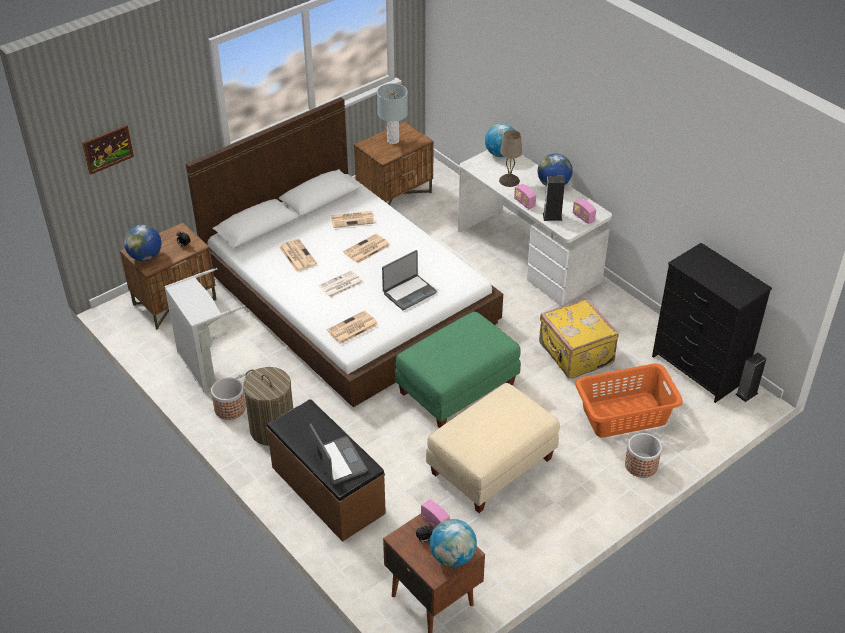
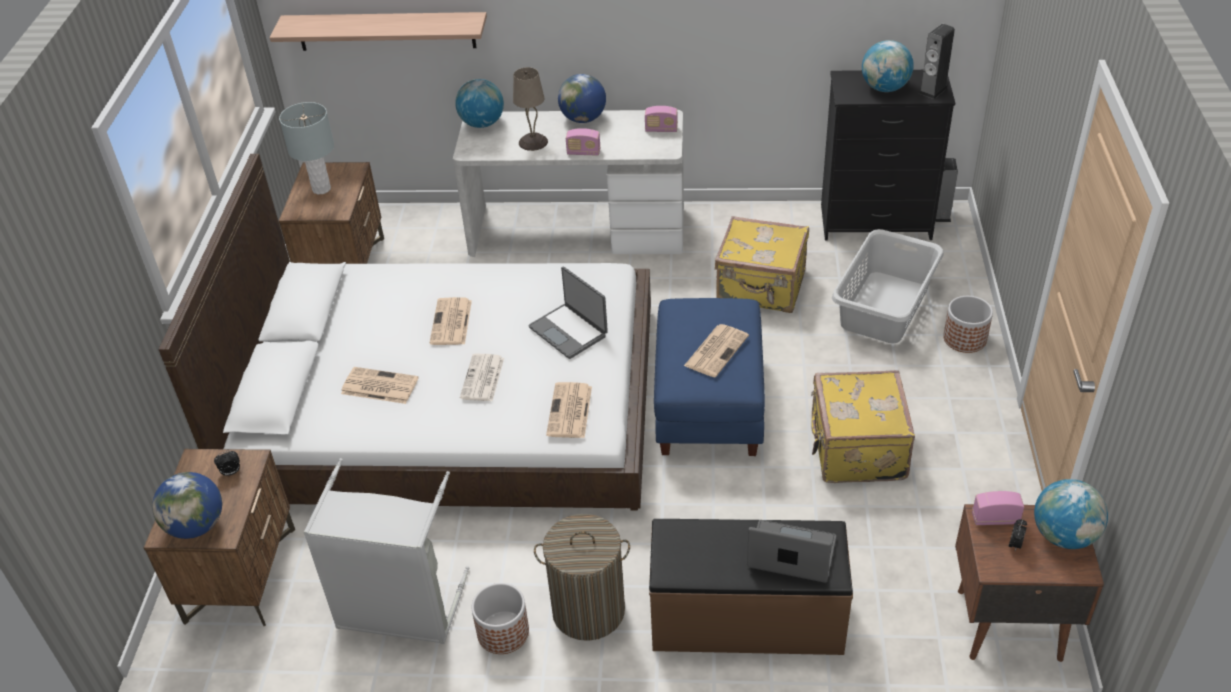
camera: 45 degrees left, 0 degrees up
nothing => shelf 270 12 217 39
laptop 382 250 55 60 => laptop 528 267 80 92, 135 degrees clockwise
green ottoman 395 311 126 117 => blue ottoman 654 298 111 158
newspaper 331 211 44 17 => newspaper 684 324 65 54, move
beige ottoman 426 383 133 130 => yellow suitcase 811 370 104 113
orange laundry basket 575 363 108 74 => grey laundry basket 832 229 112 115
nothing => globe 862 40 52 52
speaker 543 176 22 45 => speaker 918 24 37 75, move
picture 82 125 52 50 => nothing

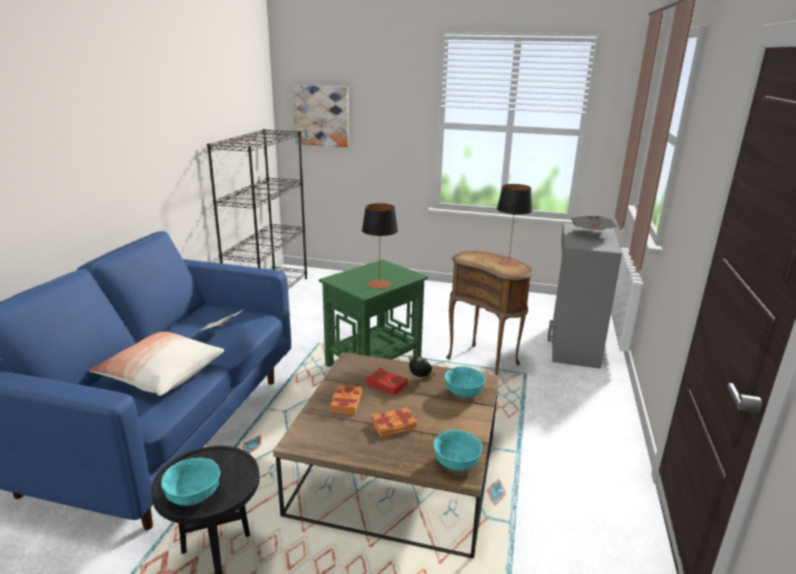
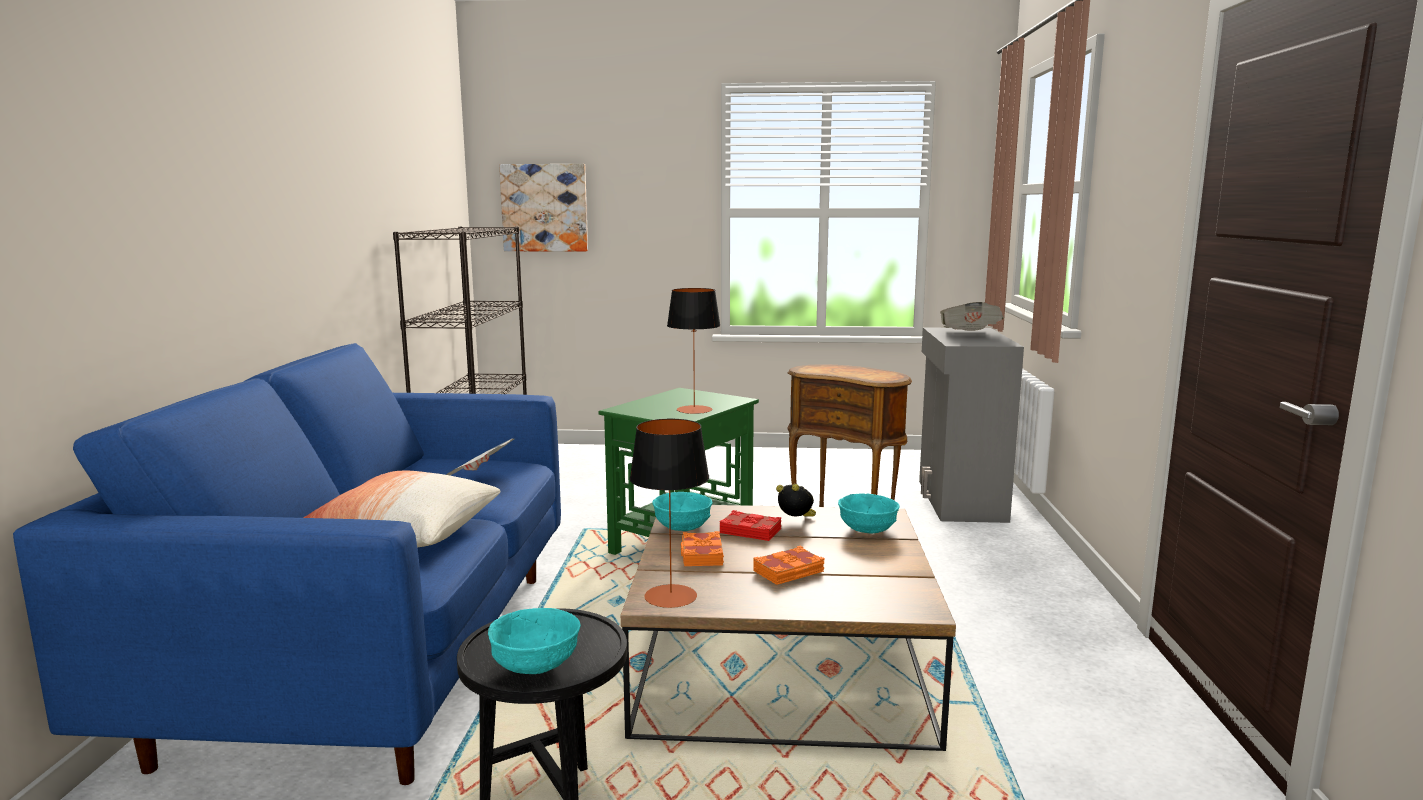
camera: 10 degrees left, 10 degrees down
table lamp 497 184 35 82 => table lamp 630 419 79 189, move
turquoise bowl 433 430 50 41 => turquoise bowl 652 492 61 39, move

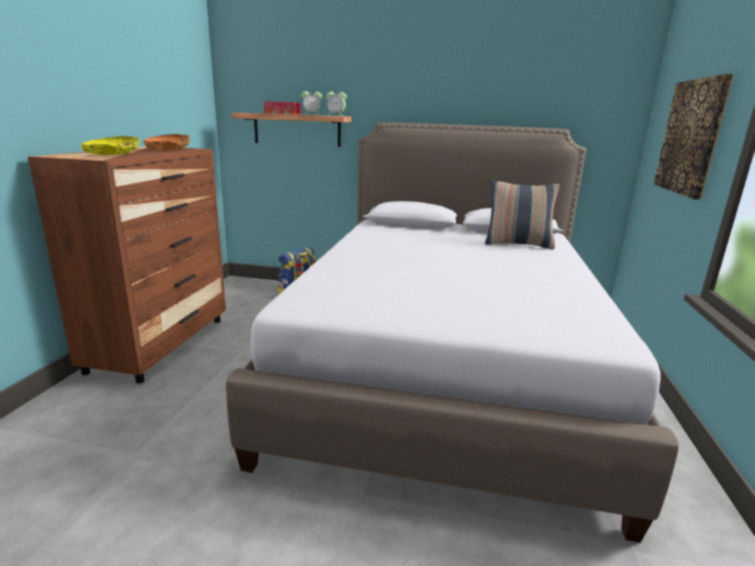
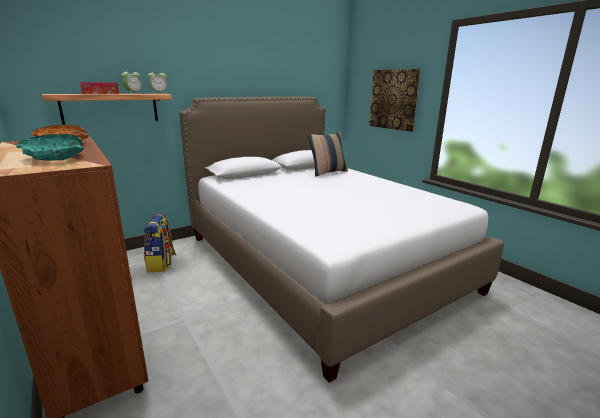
camera: 45 degrees left, 0 degrees up
yellow bowl 81 136 58 19 => turquoise bowl 16 134 68 27

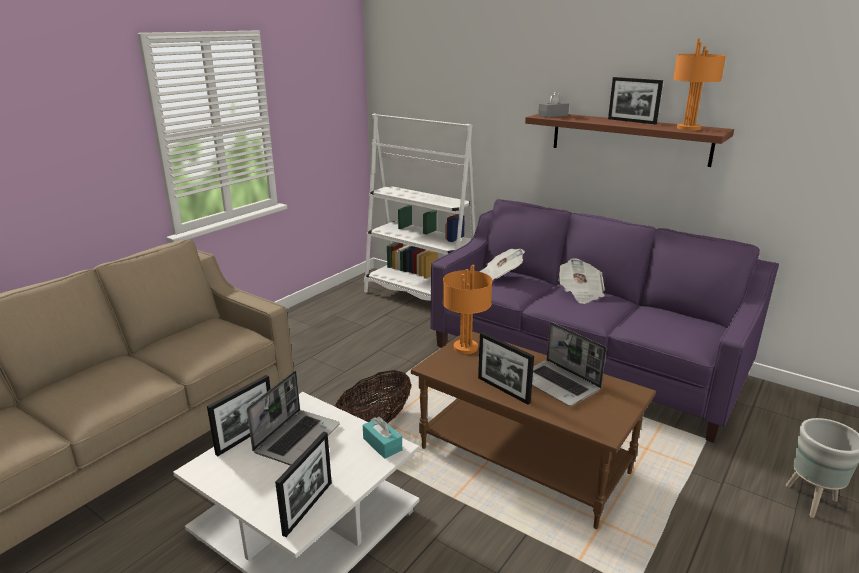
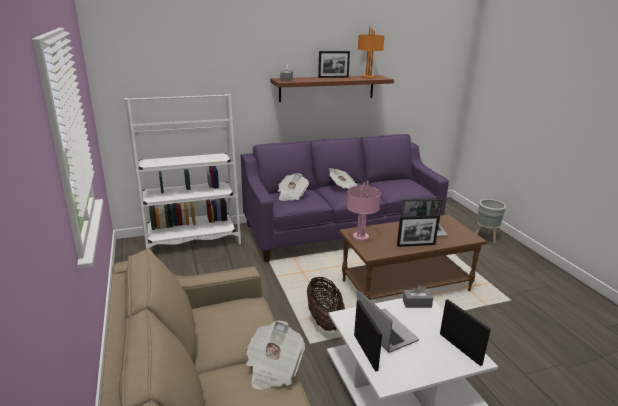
camera: 55 degrees left, 0 degrees up
nothing => newspaper 246 321 59 69
orange table lamp 443 265 50 89 => pink table lamp 347 181 34 61
turquoise tissue box 363 417 39 42 => grey tissue box 403 285 30 23

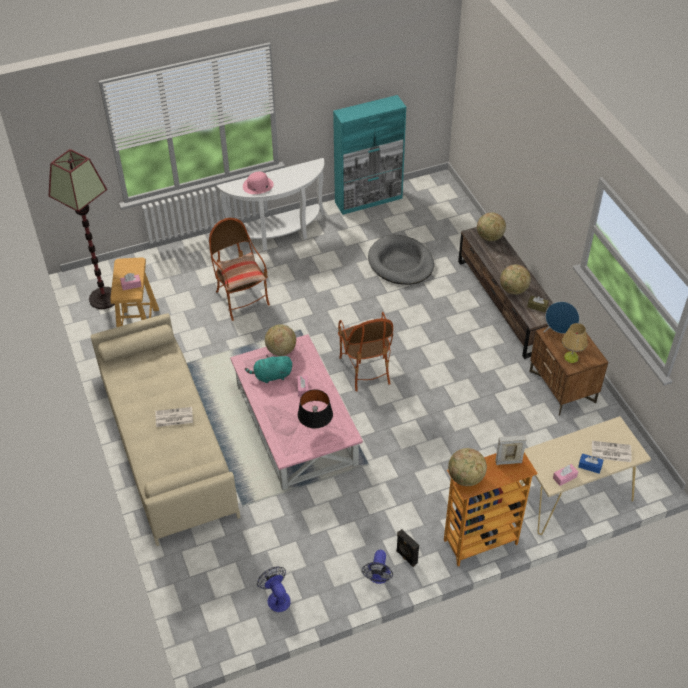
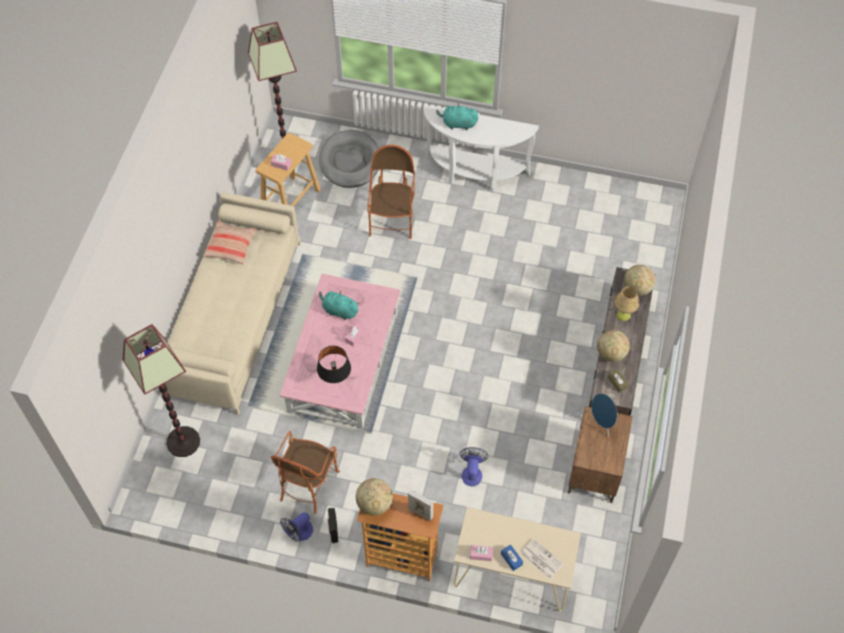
camera: 35 degrees right, 10 degrees up
nothing => floor lamp 123 324 77 133
pillow 215 252 51 38 => pillow 203 222 54 43, move
armchair 338 312 55 80 => armchair 271 431 69 83, move
grey dog bed 368 235 66 50 => grey dog bed 319 130 60 58, move
pink hat 243 172 31 22 => turquoise plush toy 436 103 42 27
fan 257 567 34 45 => fan 459 447 29 39, move
table lamp 562 323 26 40 => table lamp 614 286 25 35, move
newspaper 156 407 37 20 => nothing
globe 265 325 31 31 => nothing
turquoise cabinet 333 95 73 120 => nothing

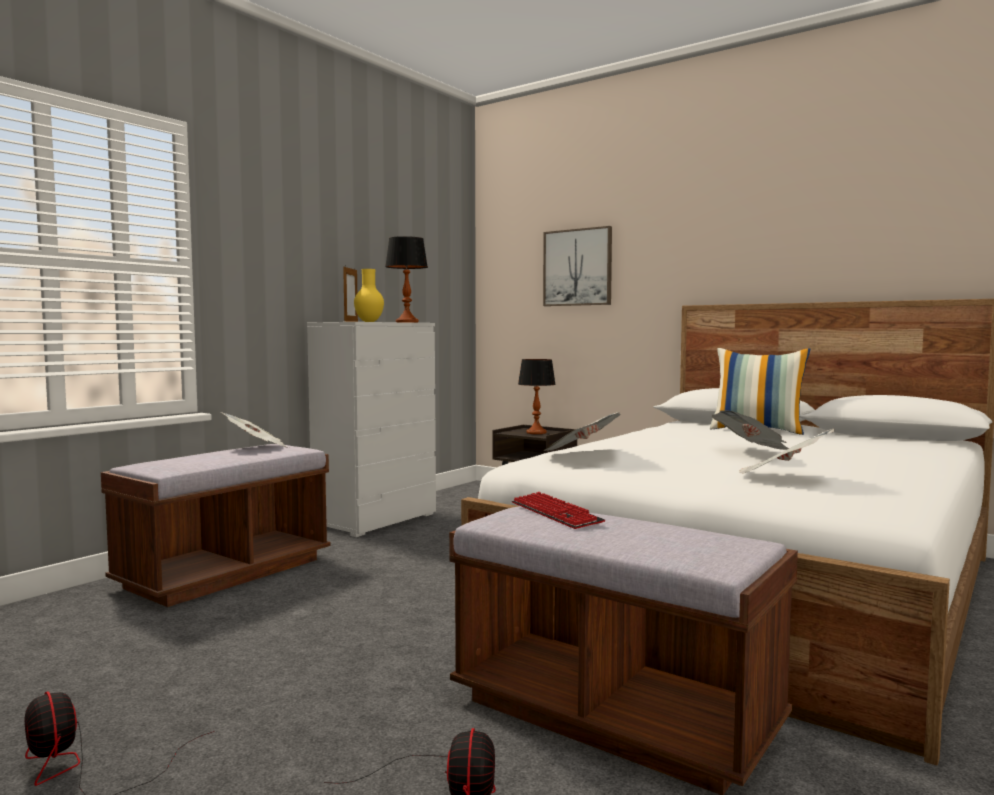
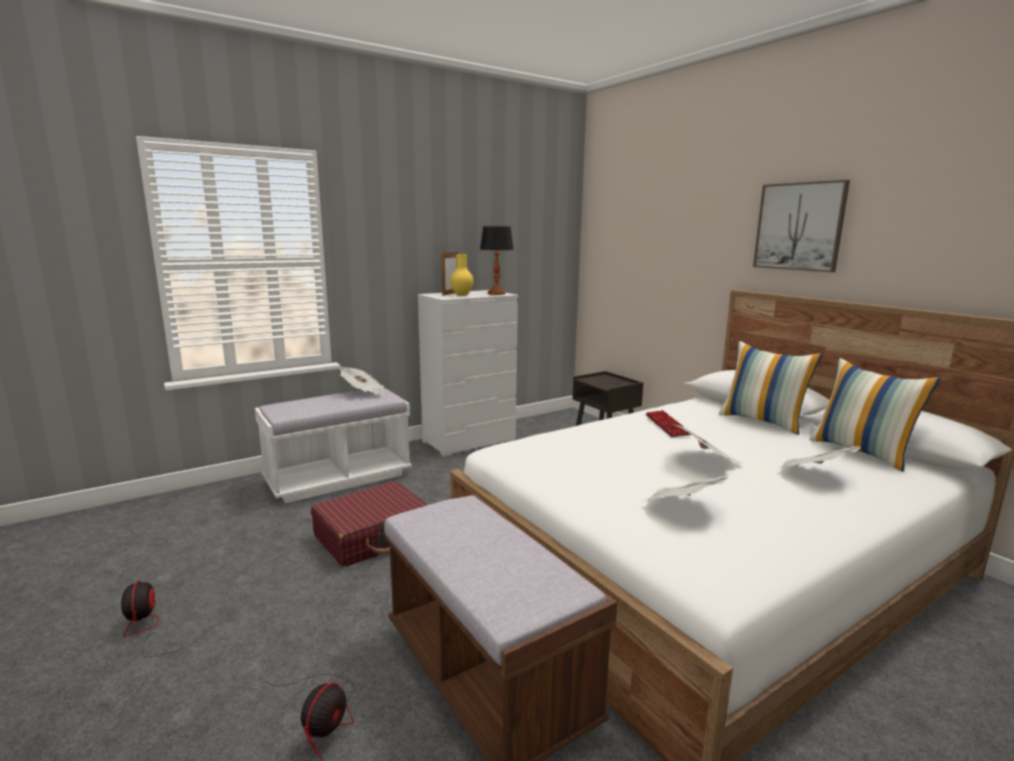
camera: 20 degrees right, 10 degrees up
brown bench 101 444 229 163 => white bench 255 388 157 115
nothing => red suitcase 311 481 118 86
keyboard 512 492 93 37 => keyboard 645 410 46 27, move
picture 543 226 69 80 => picture 753 180 97 92, move
newspaper 543 411 78 40 => newspaper 777 446 84 23, move
nothing => pillow 809 358 132 114
table lamp 518 359 38 75 => nothing

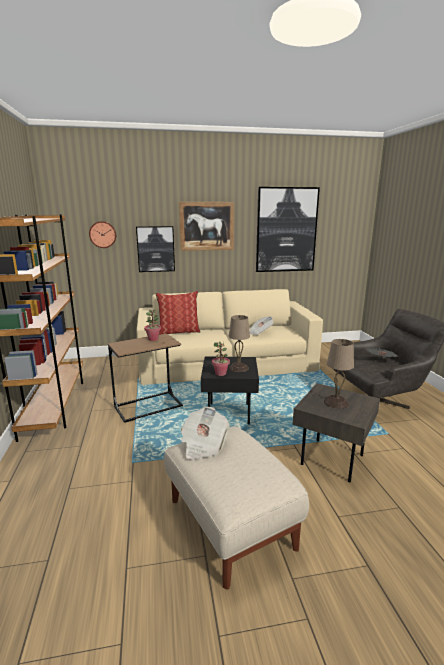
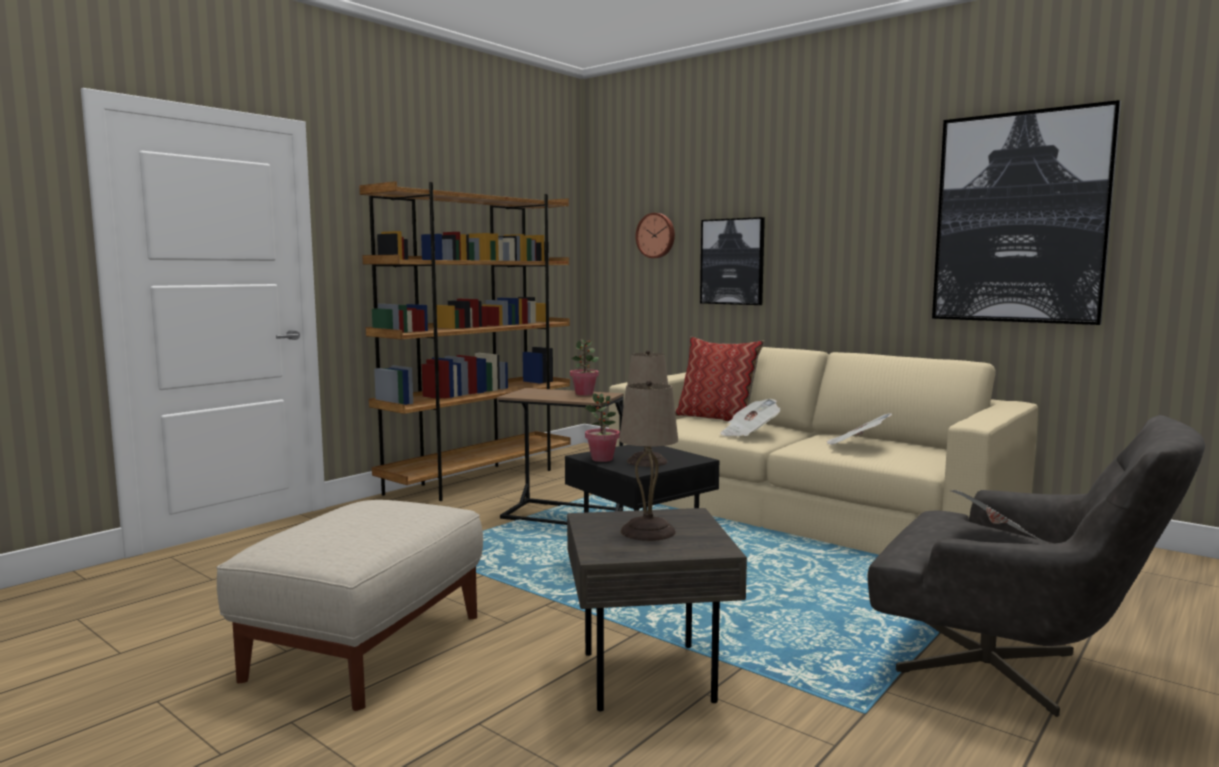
camera: 50 degrees right, 10 degrees down
newspaper 181 407 49 53 => newspaper 720 399 60 37, move
picture 179 202 55 49 => nothing

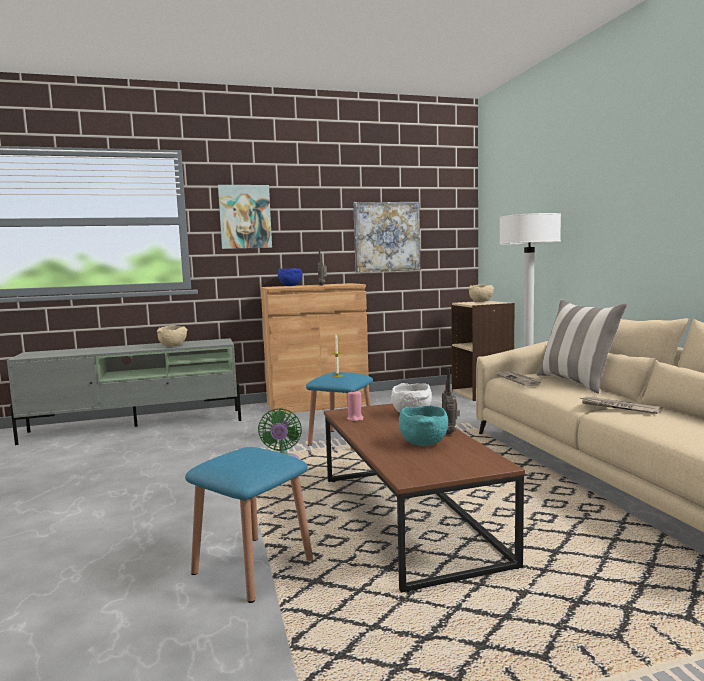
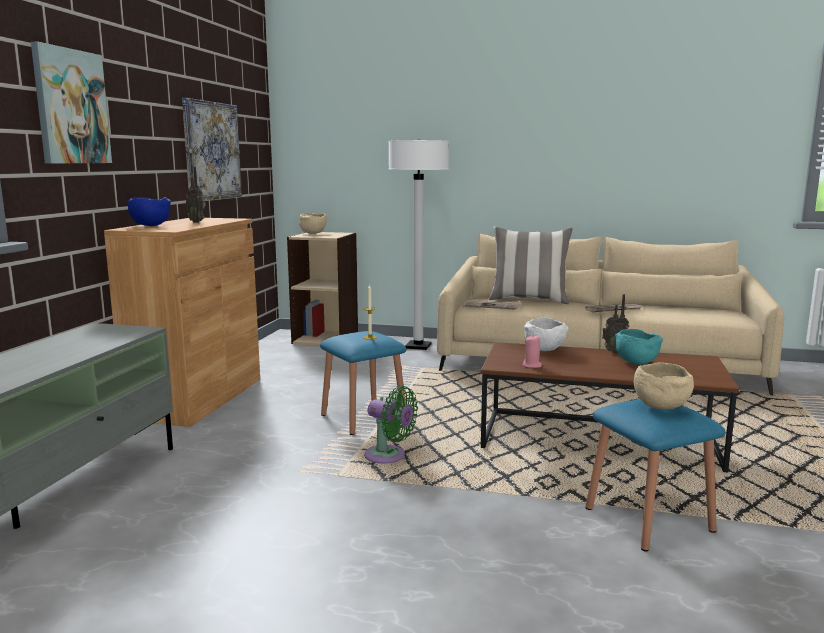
camera: 60 degrees left, 5 degrees up
beige bowl 157 325 31 22 => beige bowl 634 362 60 48, move

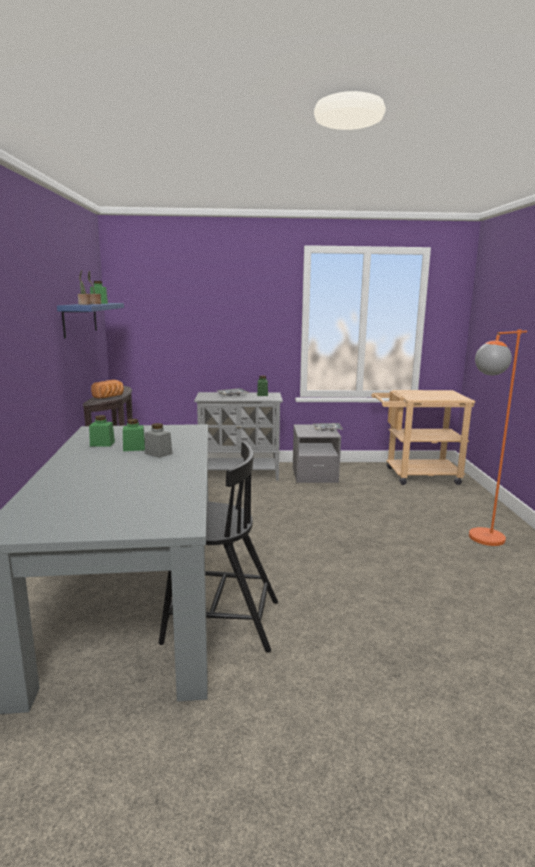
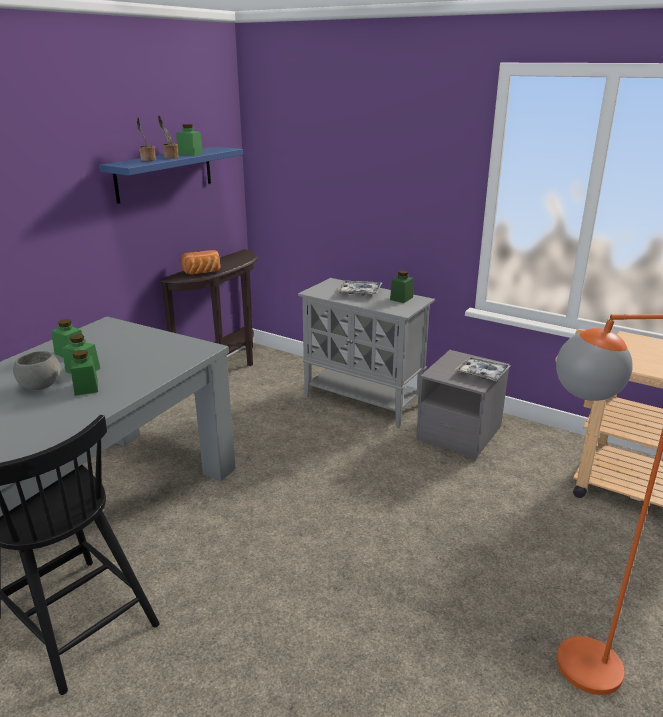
camera: 35 degrees right, 10 degrees up
nothing => grey bowl 13 351 48 39
grey jar 145 423 27 35 => green jar 71 350 27 46

